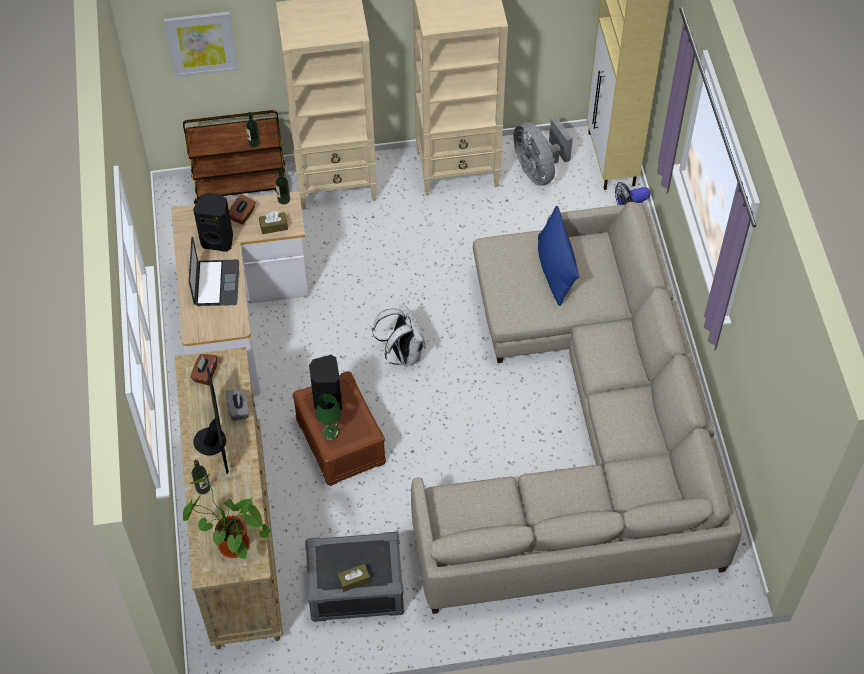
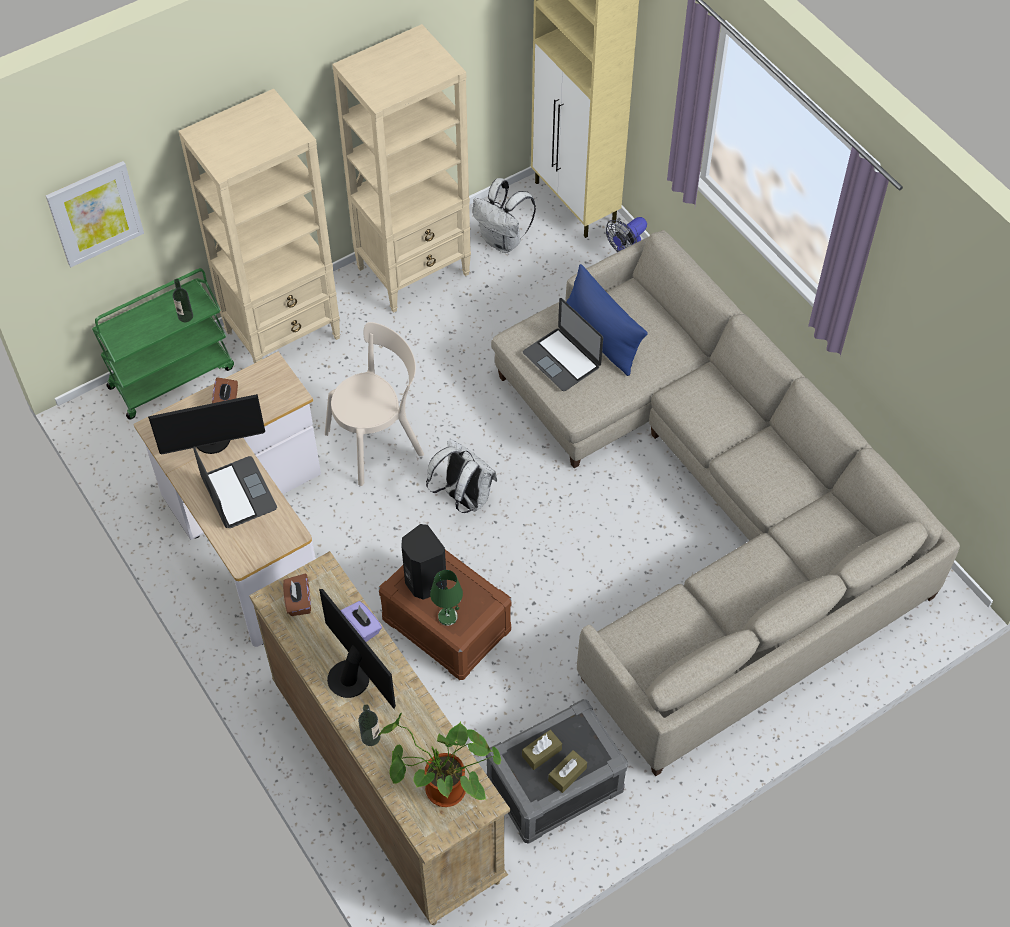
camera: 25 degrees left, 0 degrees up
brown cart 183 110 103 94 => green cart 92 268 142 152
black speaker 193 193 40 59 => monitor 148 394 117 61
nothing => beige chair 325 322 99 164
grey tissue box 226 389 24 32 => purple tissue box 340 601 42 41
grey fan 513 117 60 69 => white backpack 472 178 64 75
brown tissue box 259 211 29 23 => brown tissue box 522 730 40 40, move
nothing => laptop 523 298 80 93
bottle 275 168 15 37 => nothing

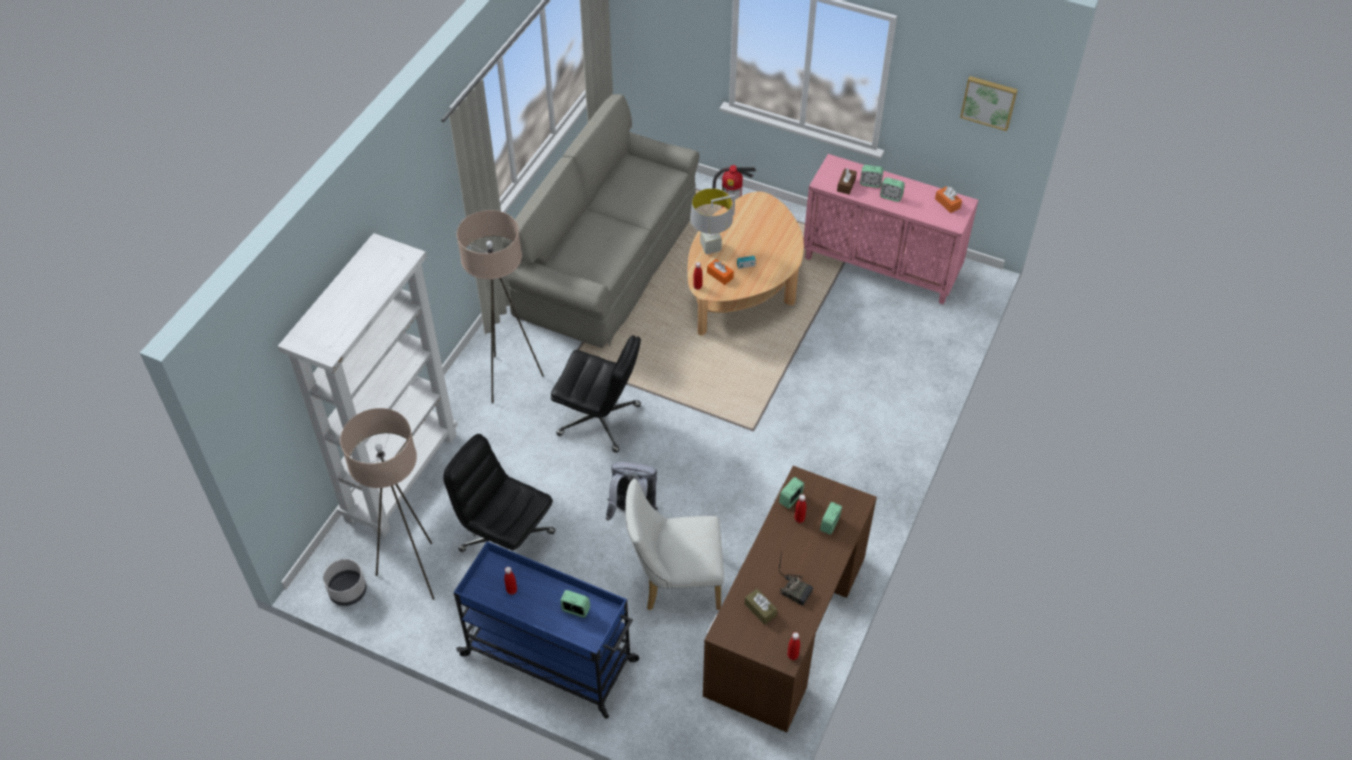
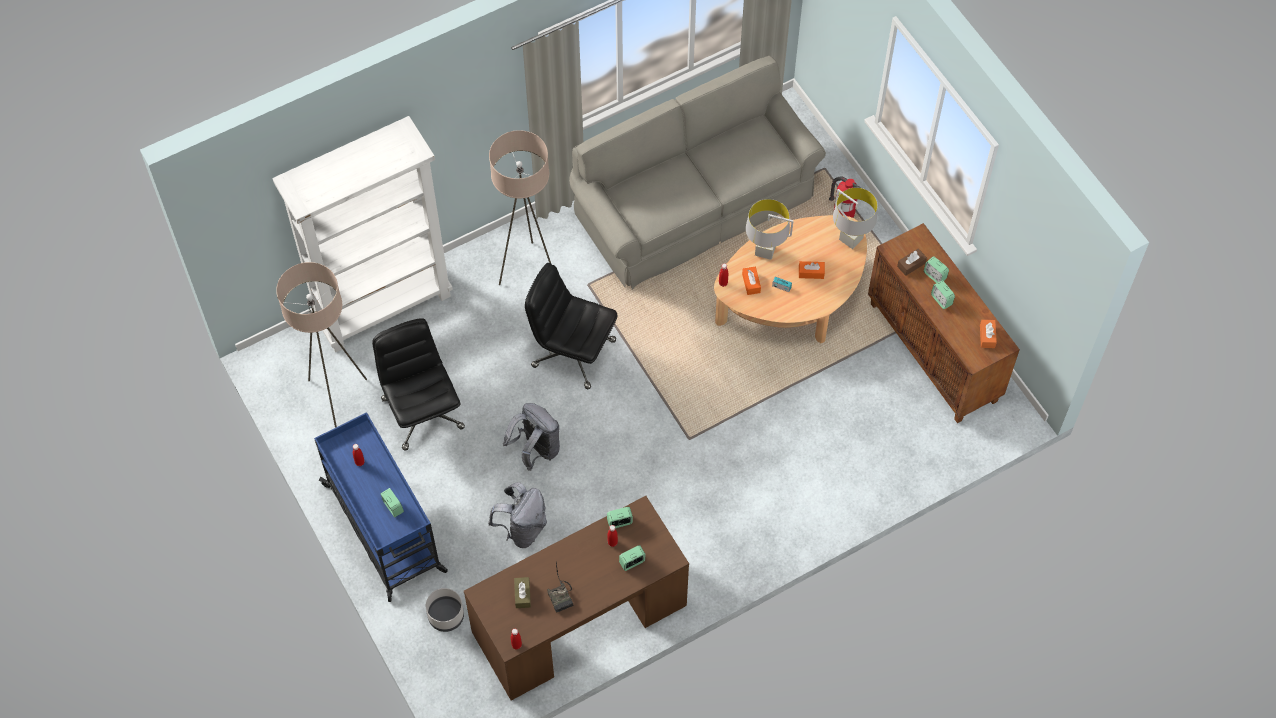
camera: 35 degrees right, 10 degrees up
grey planter 323 559 44 47 => grey planter 426 588 38 44, move
white chair 625 479 99 131 => grey backpack 488 482 59 66
black office chair 551 335 90 118 => black office chair 525 263 93 126, 150 degrees clockwise
nothing => orange tissue box 799 261 26 18
nothing => grey table lamp 833 188 44 61
pink cabinet 804 154 174 151 => brown cabinet 868 223 152 200
picture 960 76 58 55 => nothing

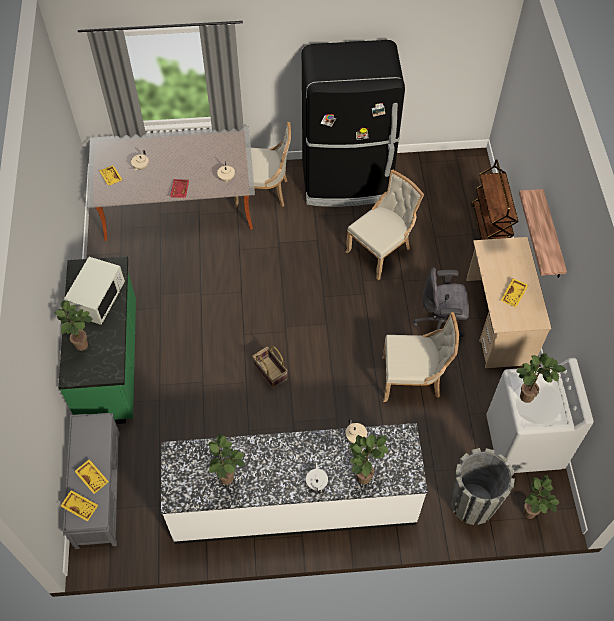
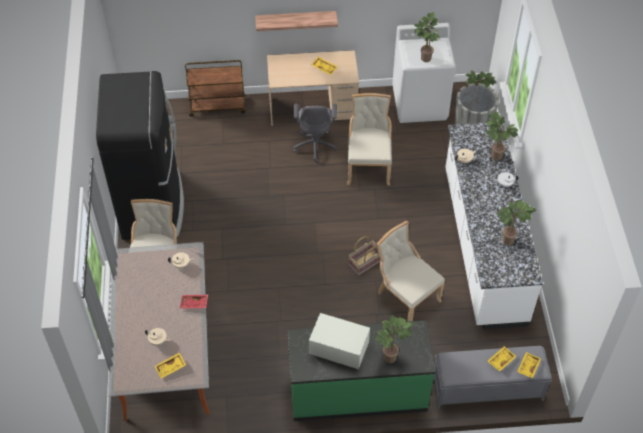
camera: 90 degrees left, 5 degrees down
beige chair 345 169 79 112 => beige chair 376 221 69 100, move

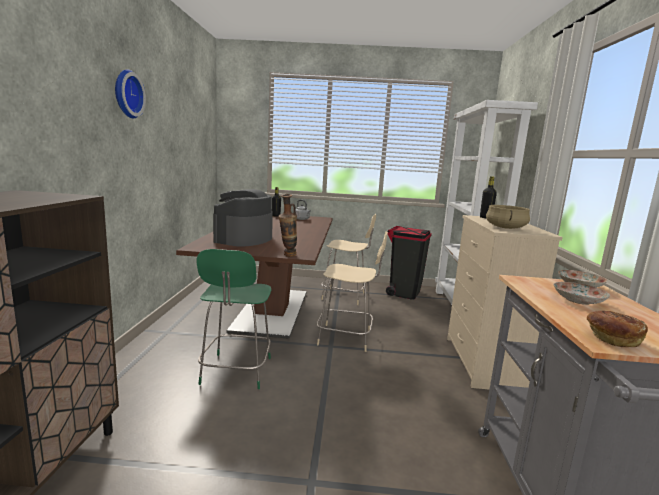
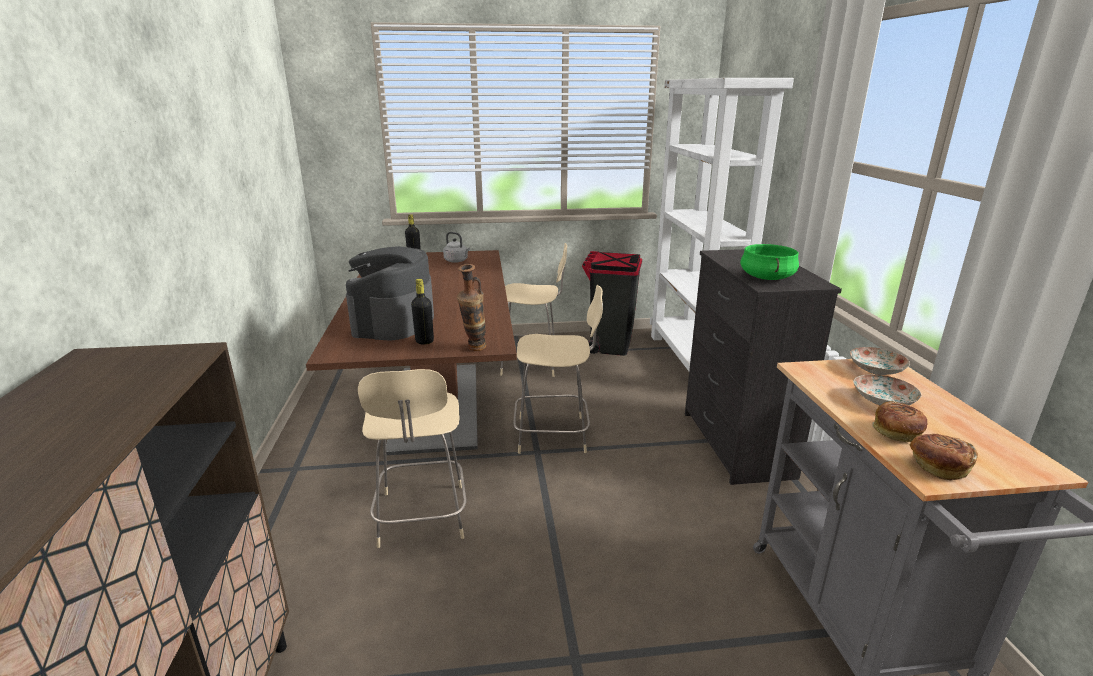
camera: 10 degrees left, 10 degrees up
green chair 197 249 75 140 => beige chair 358 369 108 179
black bottle 480 176 17 42 => black bottle 411 279 23 66, move
beige dresser 447 215 116 174 => black dresser 685 249 157 236
beige cooking pot 486 205 44 24 => green cooking pot 740 244 59 36
nothing => bread 872 401 55 41
wall clock 115 69 31 49 => nothing

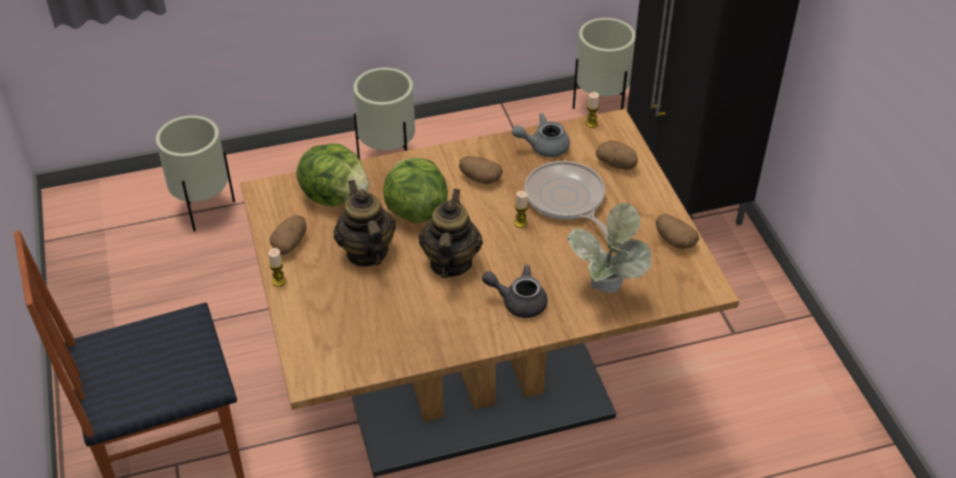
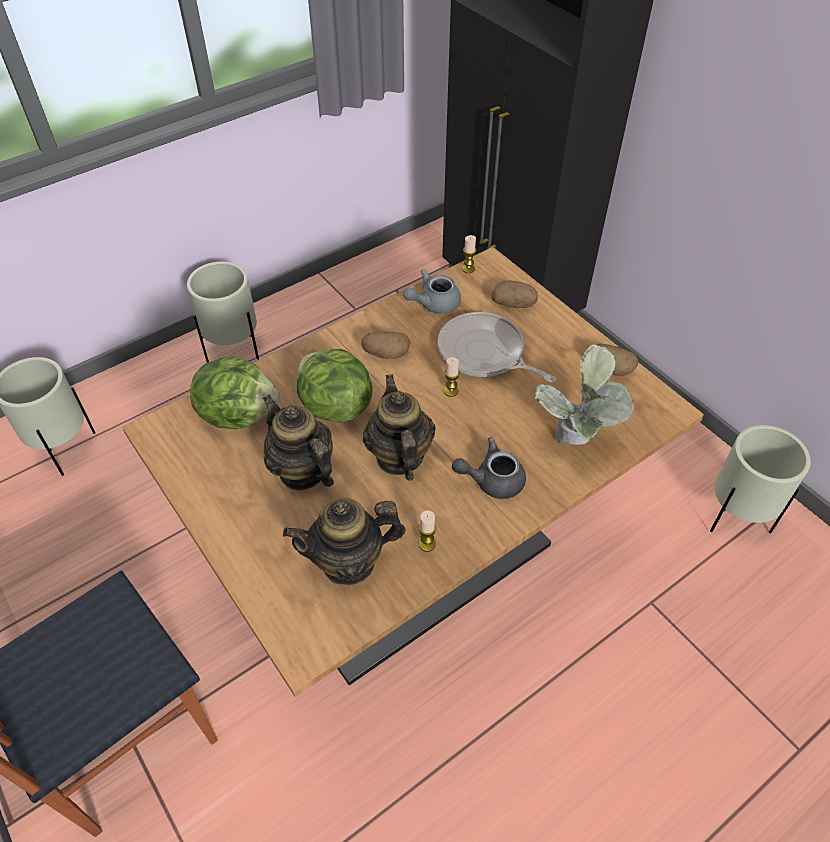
camera: 20 degrees left, 5 degrees up
nothing => teapot 283 497 123 88
candle 268 248 18 38 => candle 418 510 18 42, move
beige planter 573 18 63 92 => beige planter 710 425 101 108, move
potato 270 215 37 40 => nothing

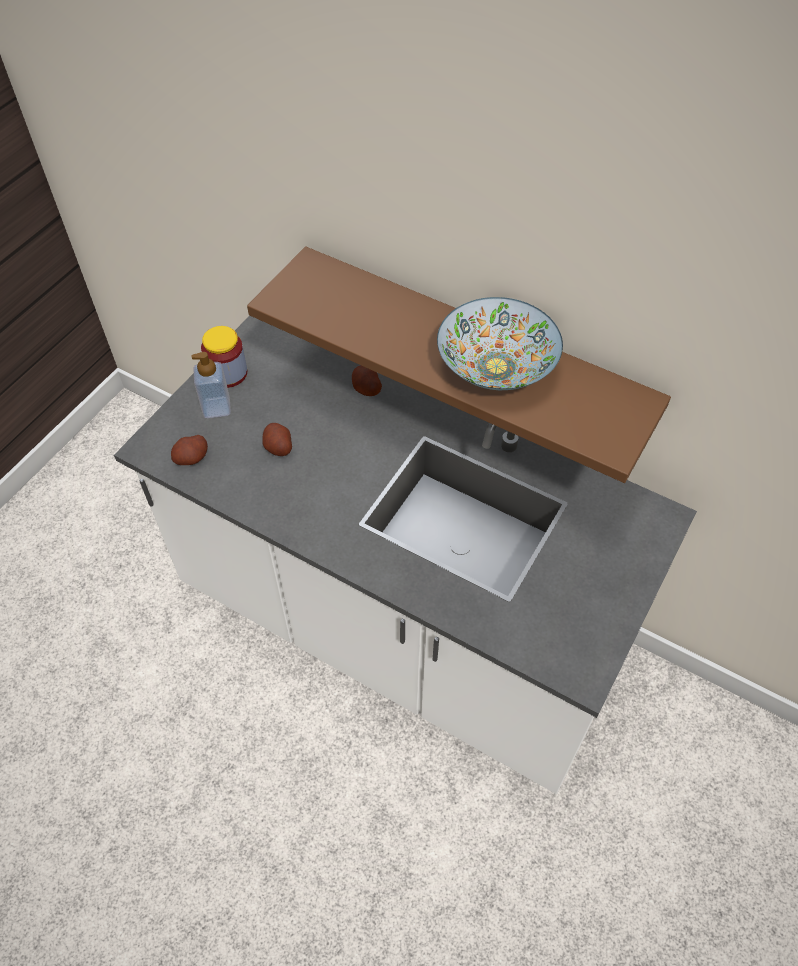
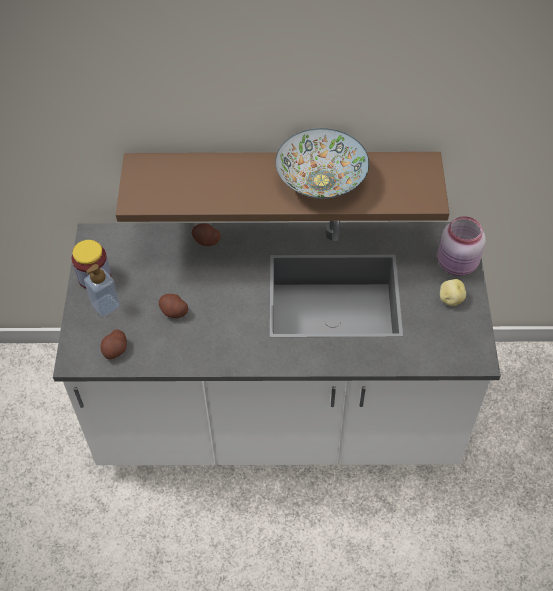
camera: 30 degrees left, 0 degrees up
nothing => pink jar 438 216 48 60
nothing => potato 440 279 26 27

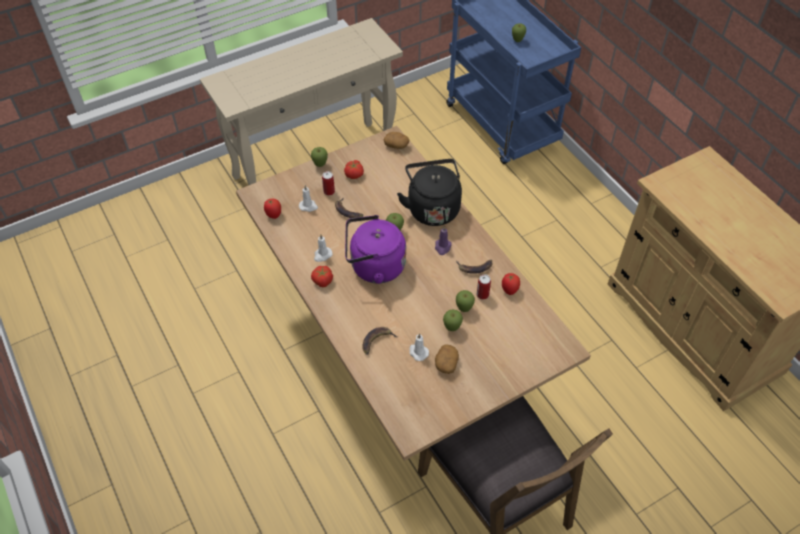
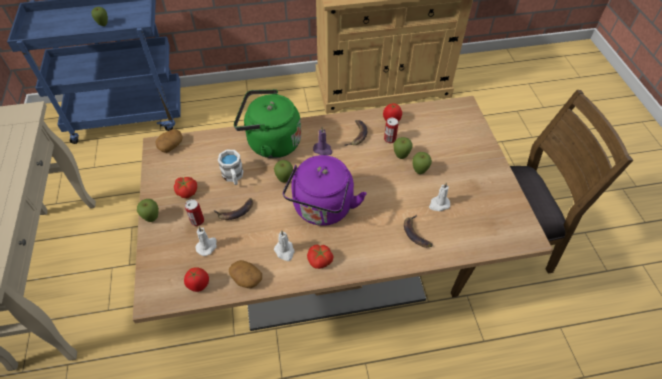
camera: 70 degrees left, 0 degrees up
nothing => white mug 218 149 25 36
potato 435 344 24 30 => potato 229 260 33 28, move
black kettle 397 159 65 67 => green kettle 234 89 67 69

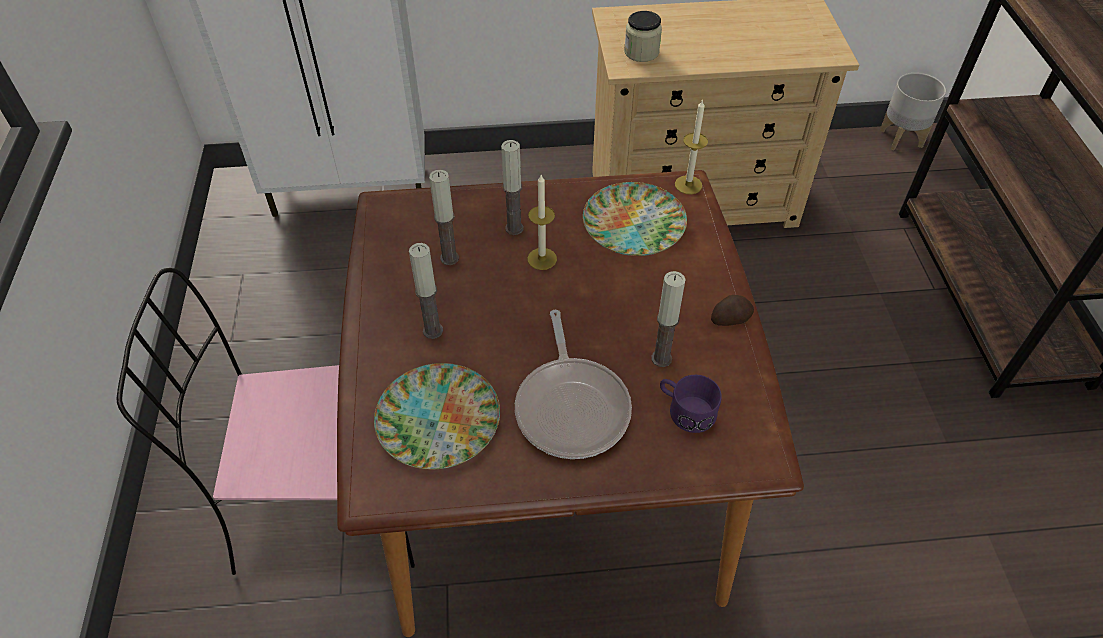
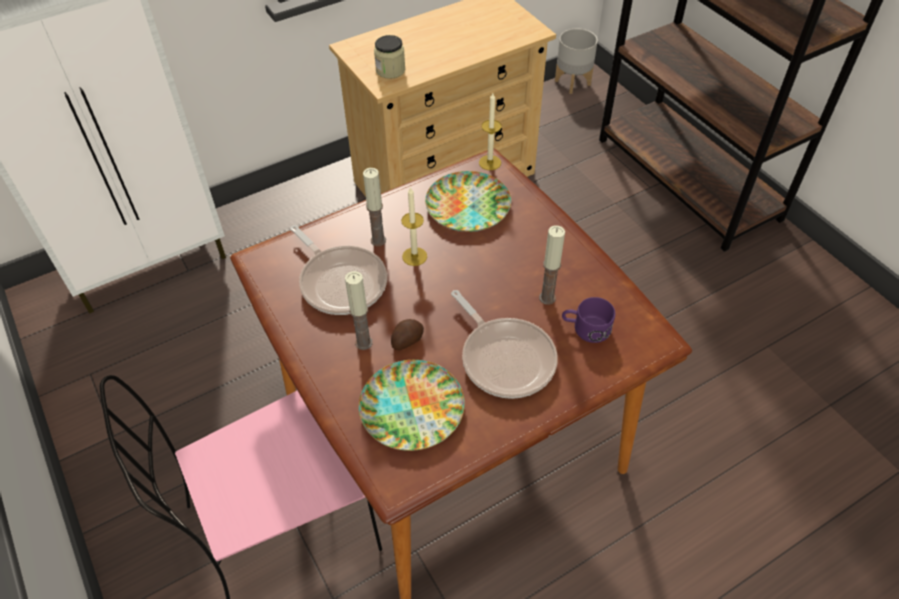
camera: 25 degrees left, 0 degrees up
candle 429 170 30 95 => frying pan 290 225 97 90
potato 711 295 43 31 => potato 391 319 33 31, move

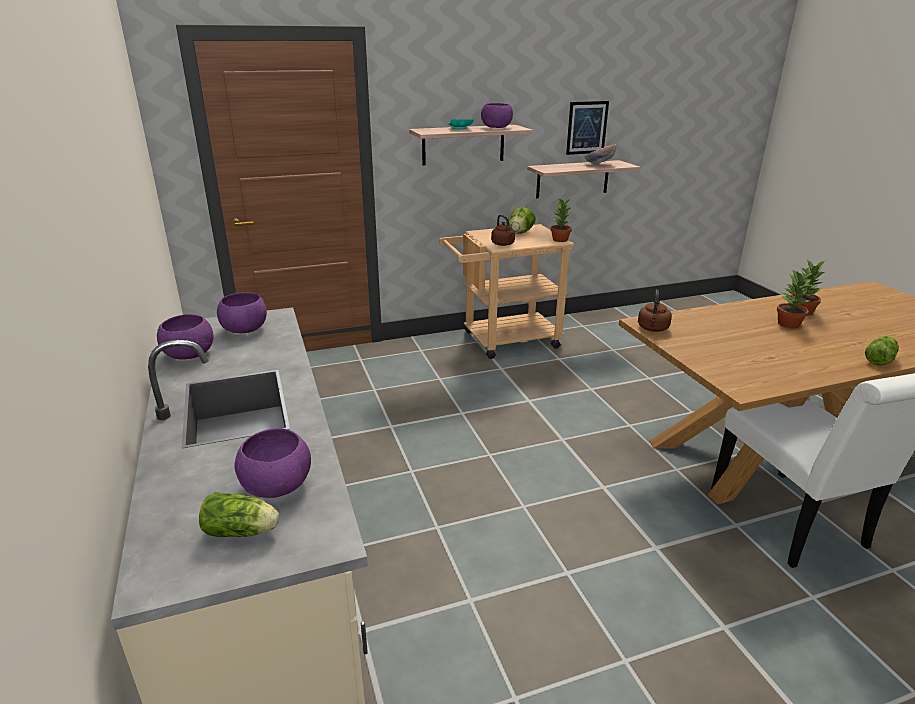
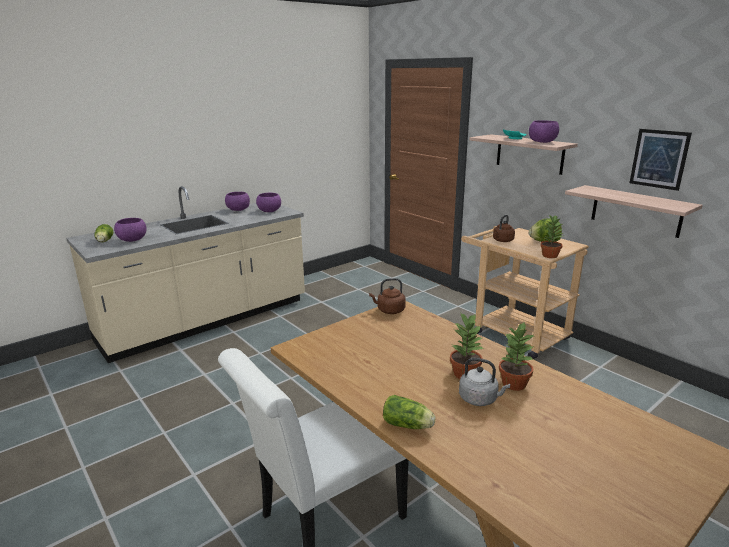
camera: 70 degrees right, 5 degrees down
nothing => grey kettle 459 358 51 48
bowl 585 144 31 20 => nothing

